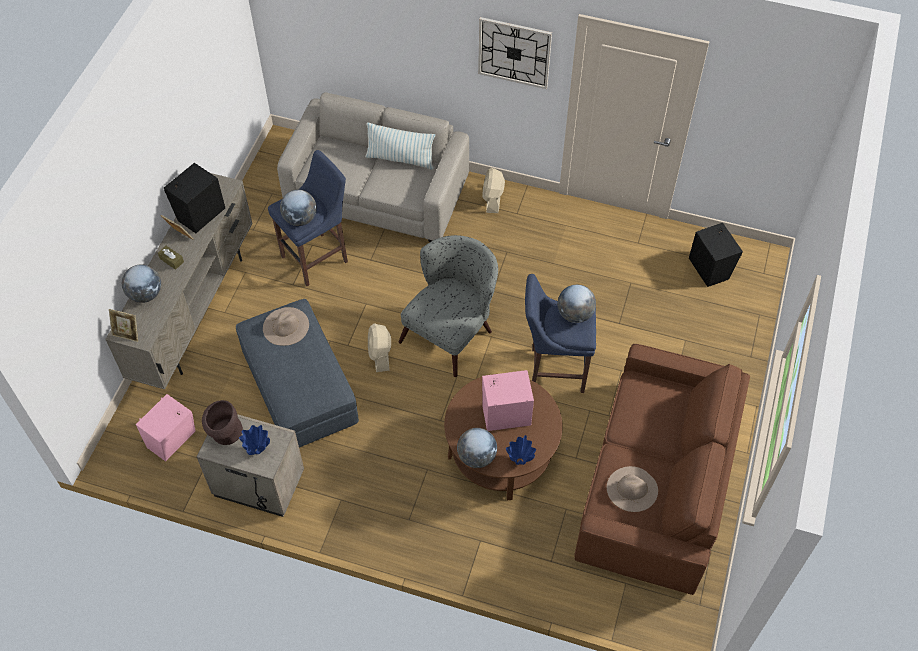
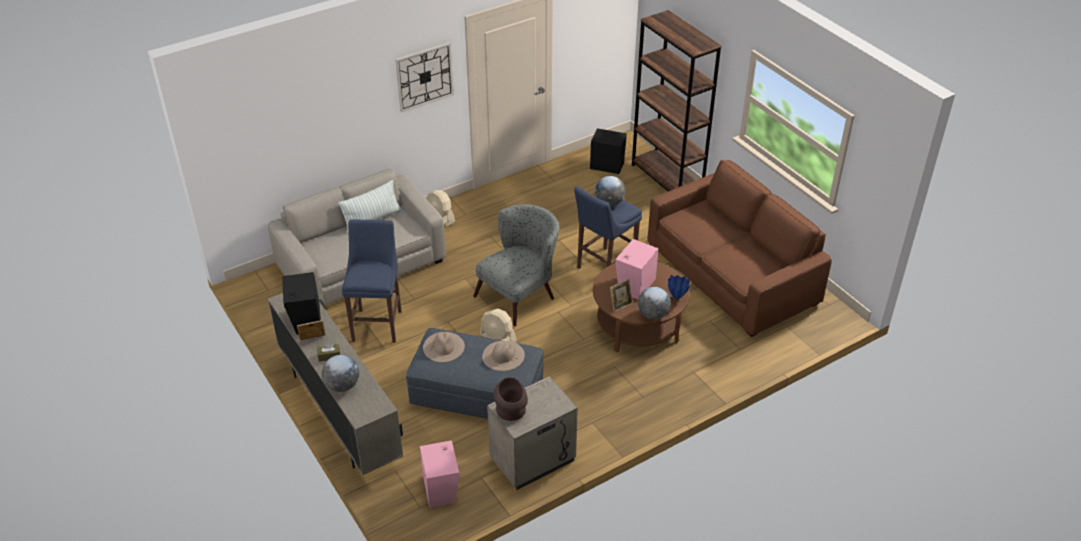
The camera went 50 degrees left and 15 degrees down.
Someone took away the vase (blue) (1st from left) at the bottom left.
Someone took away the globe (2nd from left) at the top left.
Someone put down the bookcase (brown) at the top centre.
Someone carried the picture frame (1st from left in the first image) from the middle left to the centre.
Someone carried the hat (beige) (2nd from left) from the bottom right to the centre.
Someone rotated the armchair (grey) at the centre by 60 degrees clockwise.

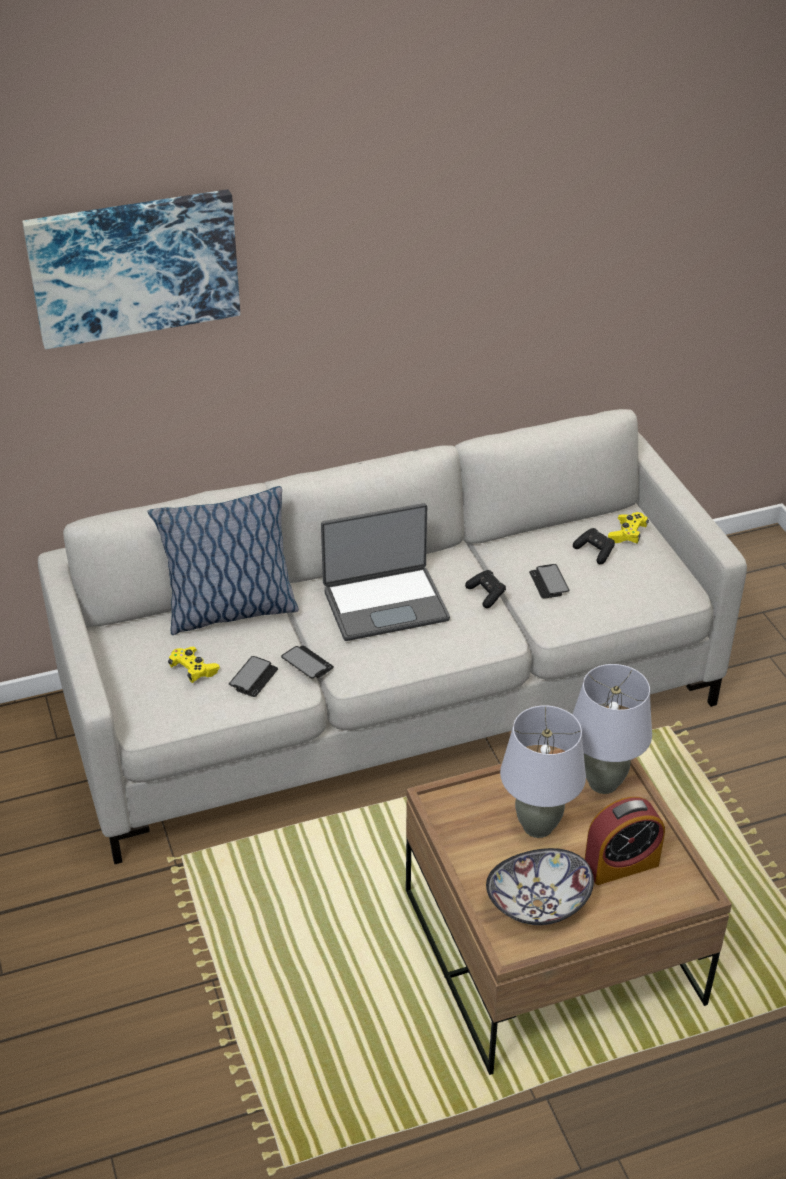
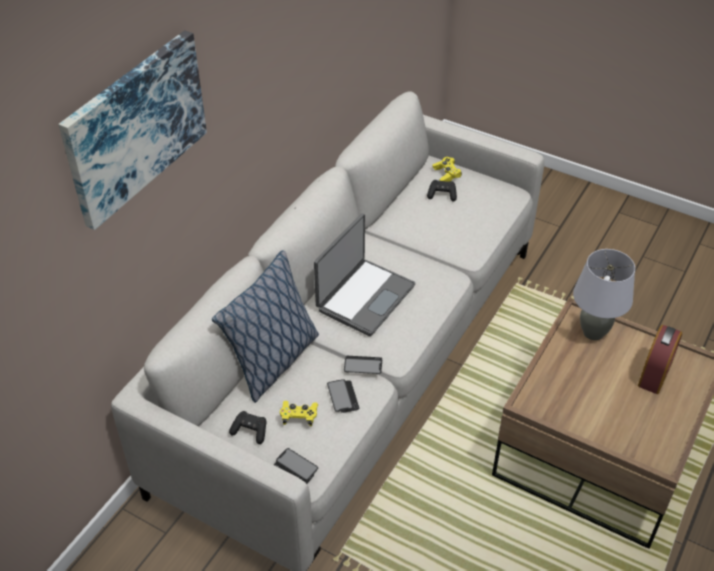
The camera went 40 degrees left and 5 degrees up.
Someone took away the bowl at the bottom right.
Someone took away the table lamp (grey) (1st from left) at the middle right.
Someone carried the game controller (black) (1st from left) from the centre to the bottom centre.
Someone carried the phone (3rd from left in the first image) from the middle right to the bottom centre.

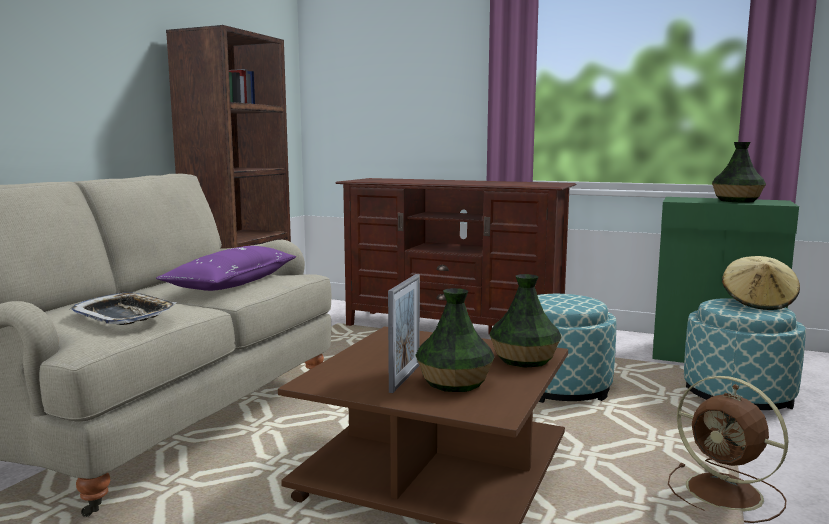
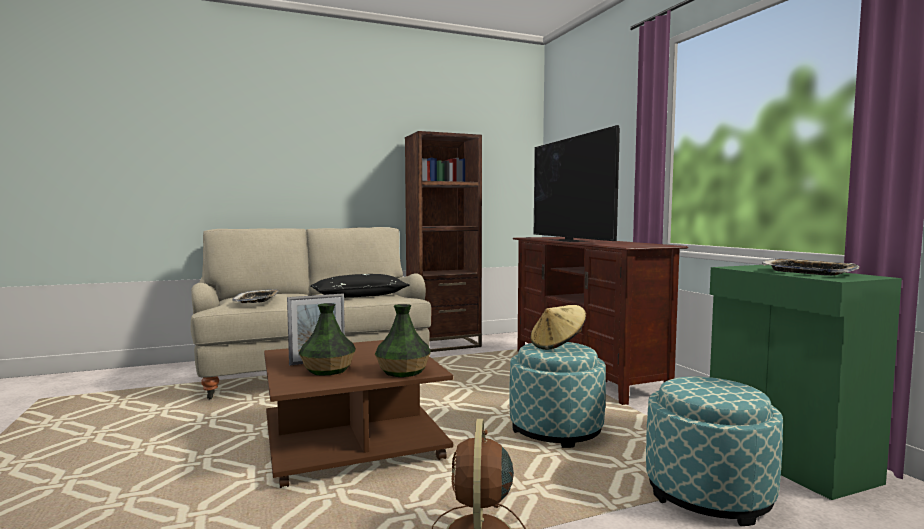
The camera went 45 degrees right and 5 degrees down.
Someone put down the television at the centre.
Someone carried the hat (beige) from the middle right to the centre.
Someone swapped the vase (3rd from left) at the top right for the tray (2nd from left) at the middle right.
Someone repainted the pillow (purple) at the middle left, which became the pillow (black) at the centre.

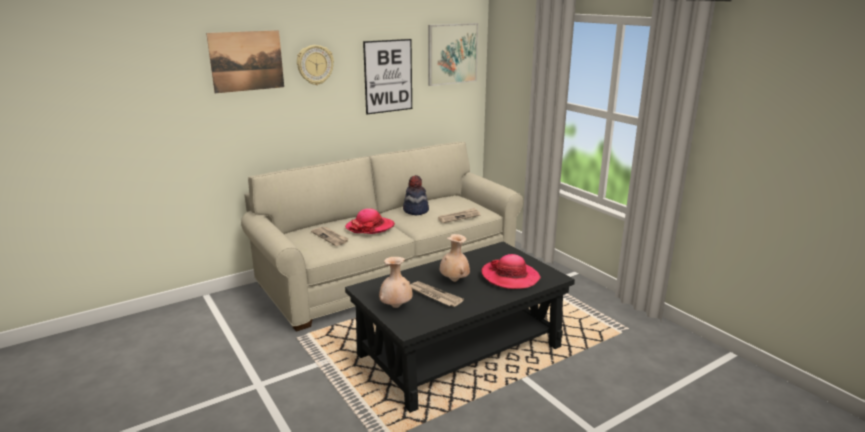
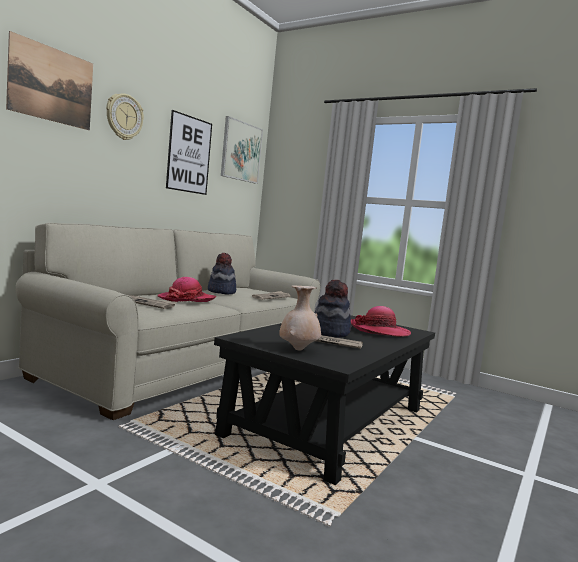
The camera went 25 degrees left and 15 degrees down.
Someone swapped the vase (beige) (2nd from left) at the centre for the hat (3rd from left) at the centre.

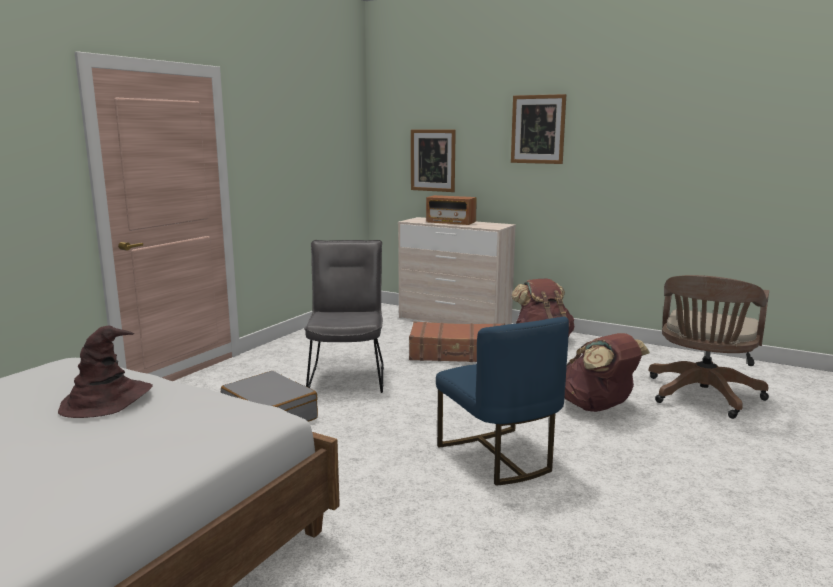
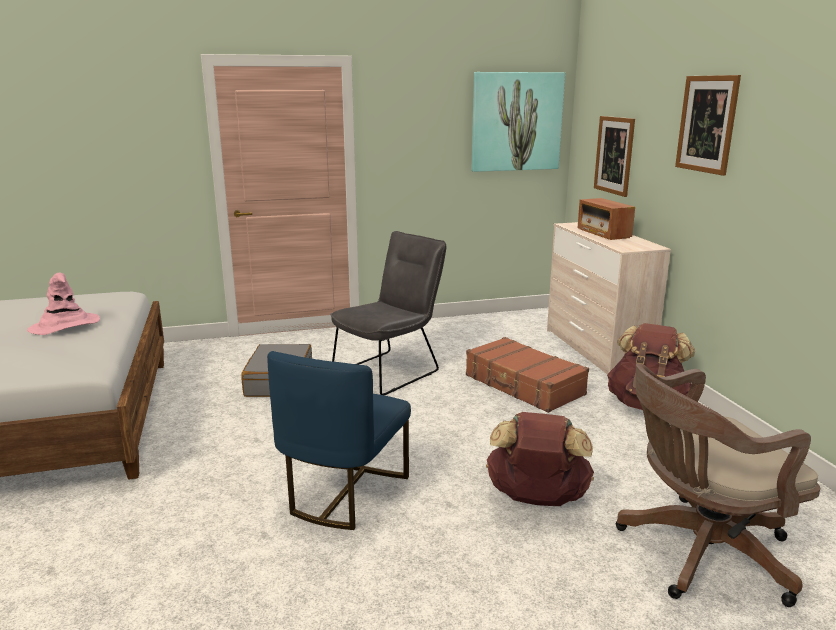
The camera went 45 degrees right and 5 degrees up.
Someone put up the picture (1st from left) at the top centre.
Someone repainted the hat (brown) at the middle left, which became the hat (pink) at the middle left.

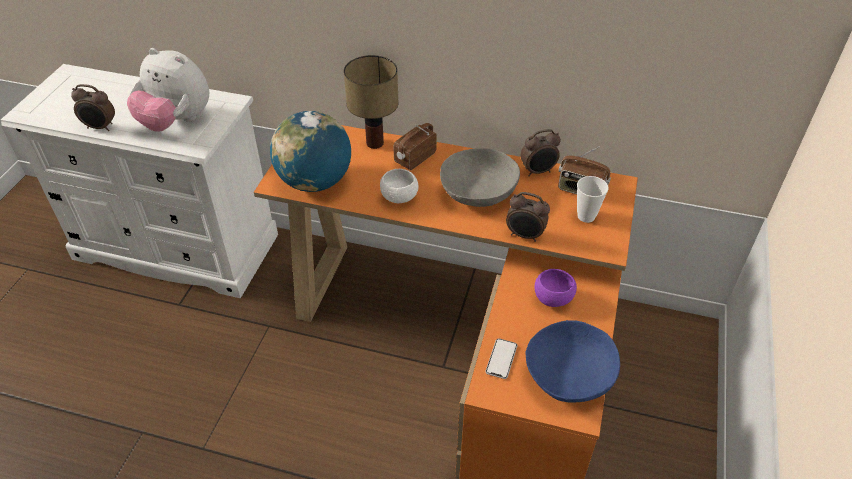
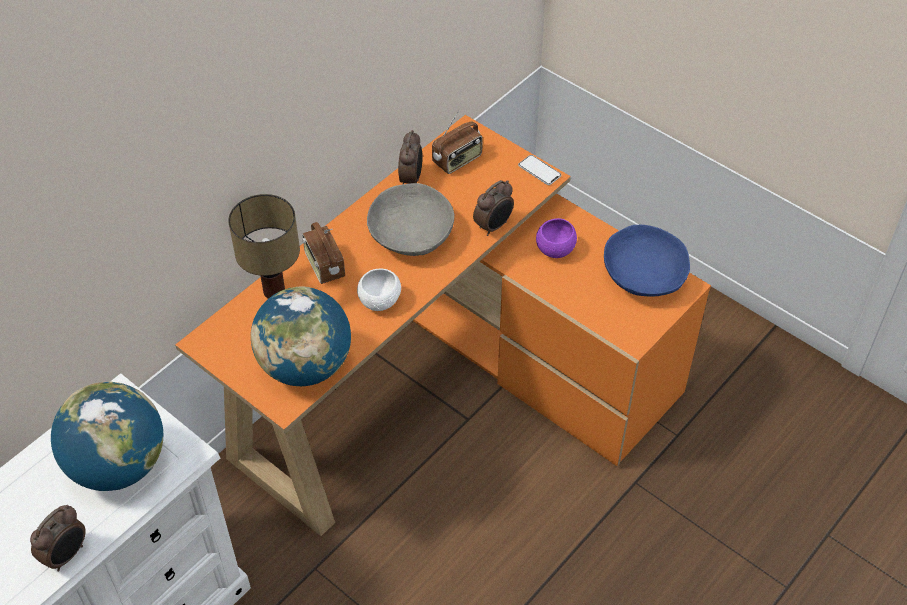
The camera went 65 degrees left and 5 degrees up.
Someone took away the cup at the middle right.
Someone carried the phone from the bottom centre to the top centre.
Someone swapped the plush toy at the top left for the globe (1st from left) at the bottom left.

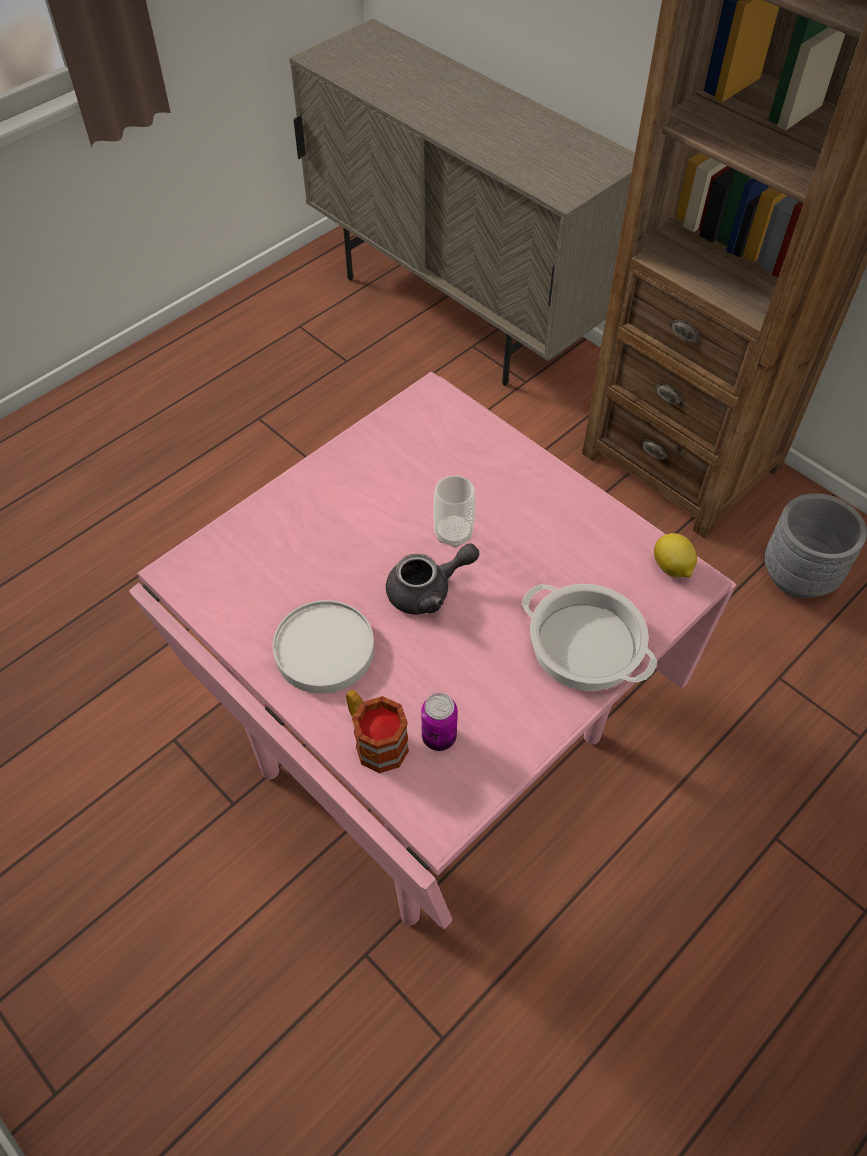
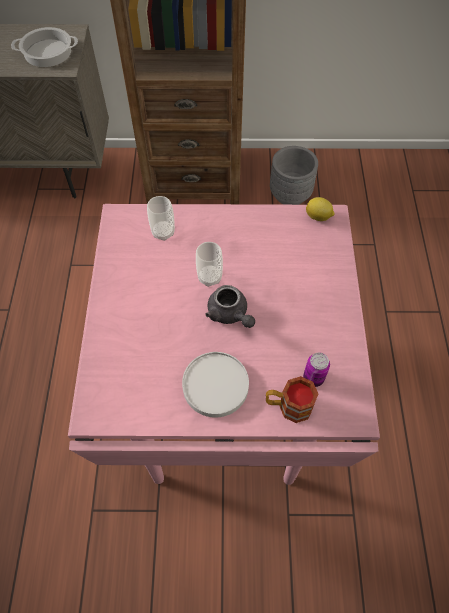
The camera went 45 degrees left and 5 degrees up.
Someone put down the cup (1st from left) at the centre.
Someone carried the cooking pot from the middle right to the top left.
Someone rotated the teapot (grey) at the centre by 120 degrees clockwise.

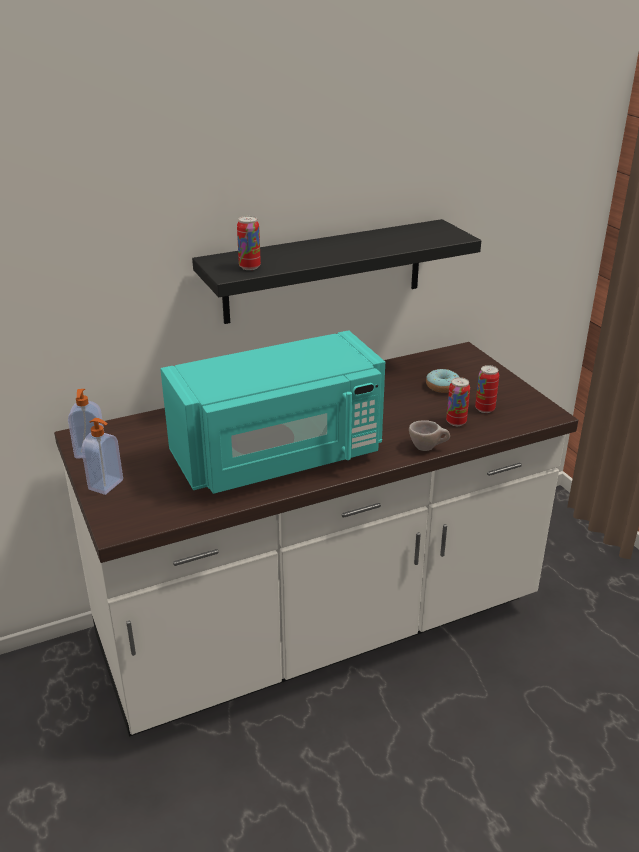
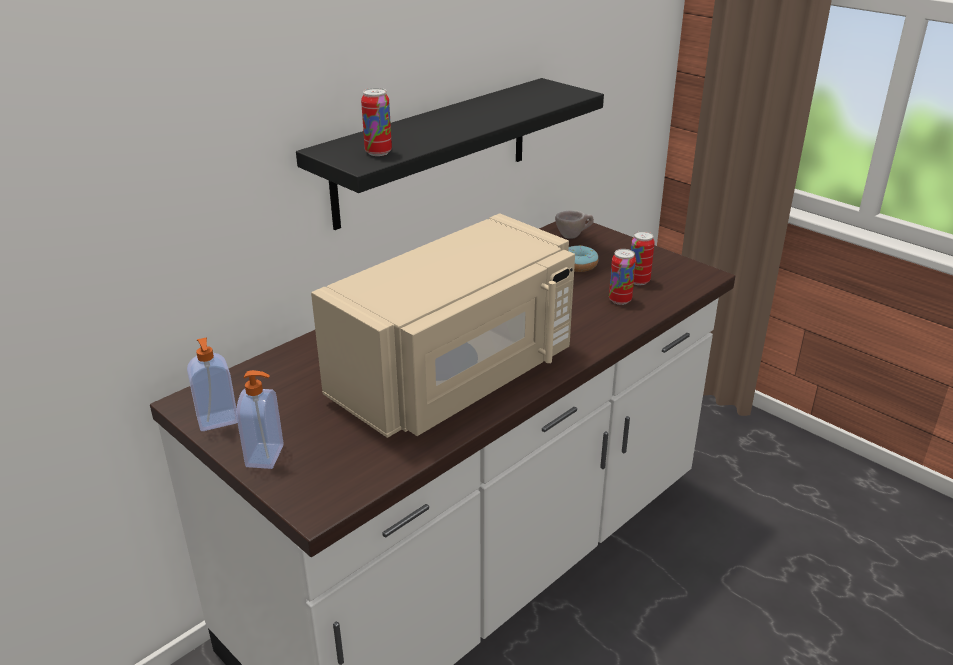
The camera went 20 degrees left and 0 degrees up.
Someone carried the cup (beige) from the middle right to the centre.
Someone repainted the microwave (turquoise) at the centre, which became the microwave (beige) at the centre.

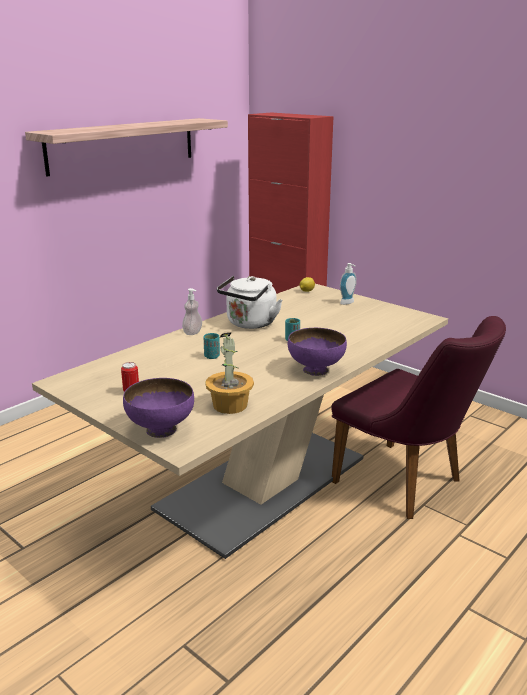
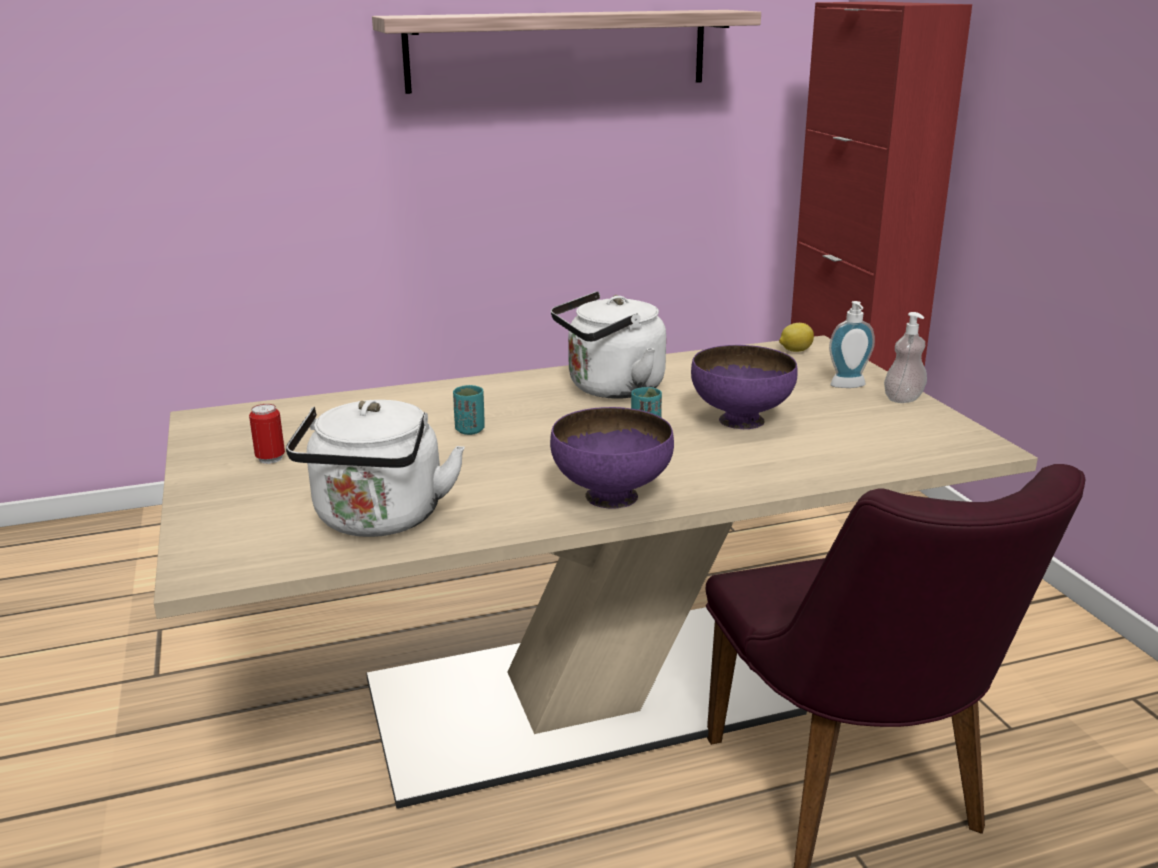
The camera went 30 degrees right and 0 degrees up.
Someone carried the bowl (purple) (1st from left in the first image) from the middle left to the centre.
Someone carried the soap dispenser (1st from left in the first image) from the centre to the middle right.
Someone swapped the potted plant at the centre for the kettle (white) (1st from left) at the middle left.

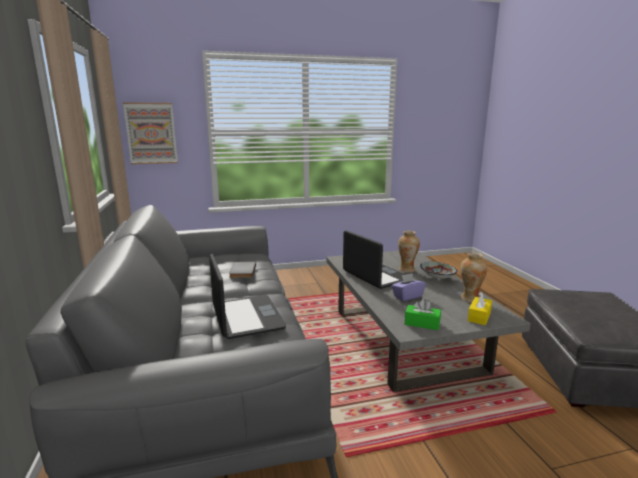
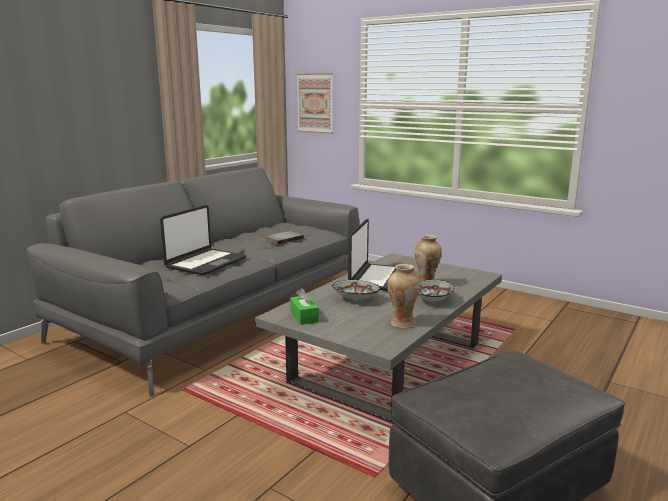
The camera went 50 degrees right and 0 degrees up.
Someone took away the tissue box (yellow) at the middle right.
Someone swapped the tissue box (purple) at the centre for the bowl (1st from left) at the centre.

